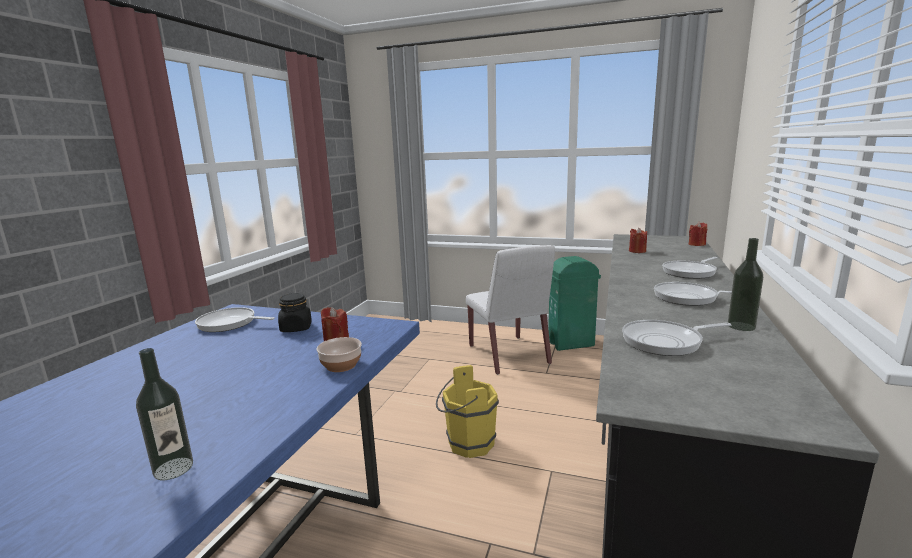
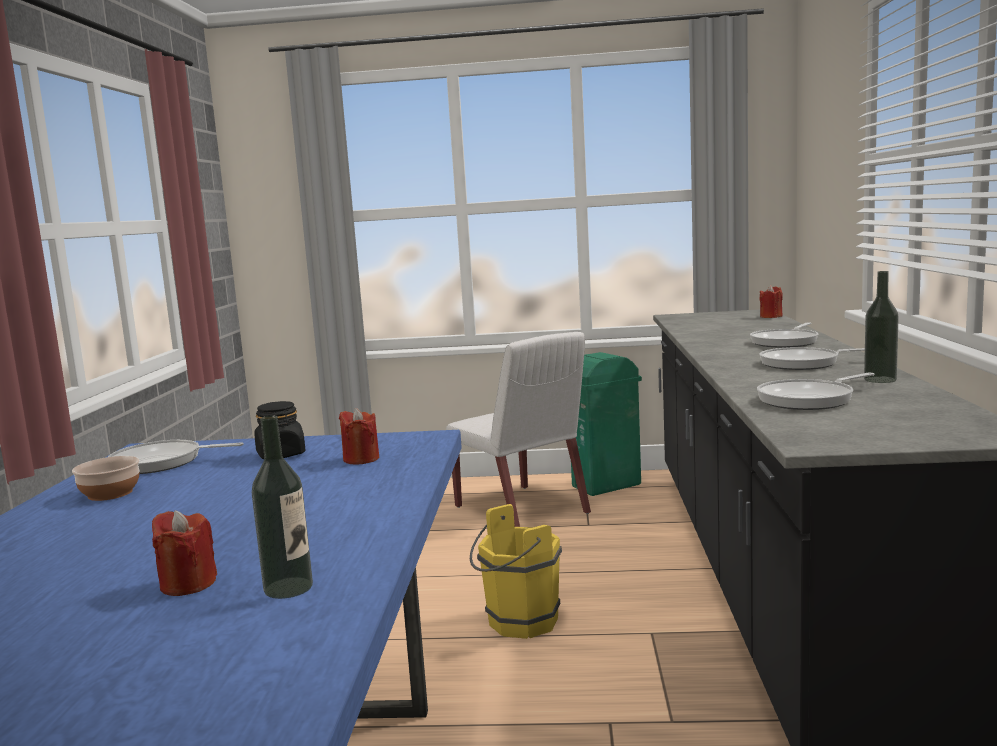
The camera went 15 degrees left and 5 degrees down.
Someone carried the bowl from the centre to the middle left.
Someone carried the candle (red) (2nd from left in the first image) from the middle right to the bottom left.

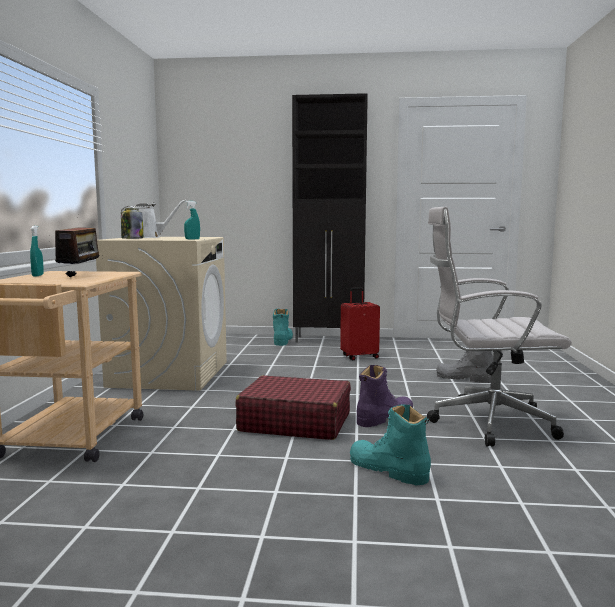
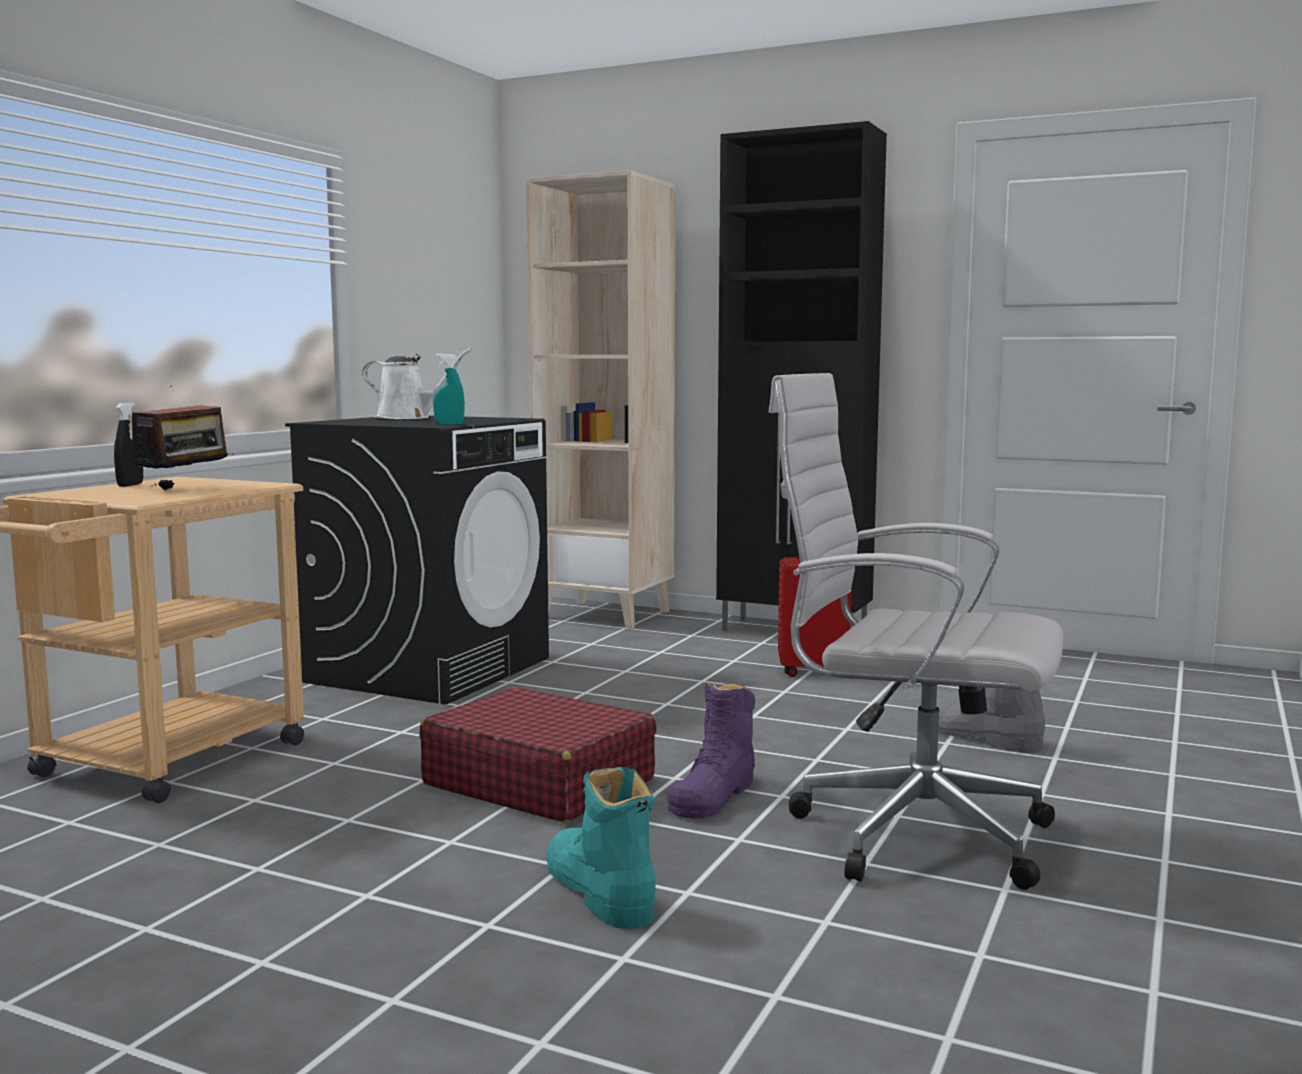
The camera went 20 degrees right and 0 degrees up.
Someone took away the jar at the middle left.
Someone took away the boot (turquoise) (1st from left) at the centre.
Someone put down the bookcase (beige) at the centre.
Someone repainted the spray bottle (turquoise) (1st from left) at the middle left, which became the spray bottle (black) at the middle left.
Someone repainted the washing machine (beige) at the middle left, which became the washing machine (black) at the middle left.
Someone rotated the boot (purple) at the centre by 135 degrees clockwise.

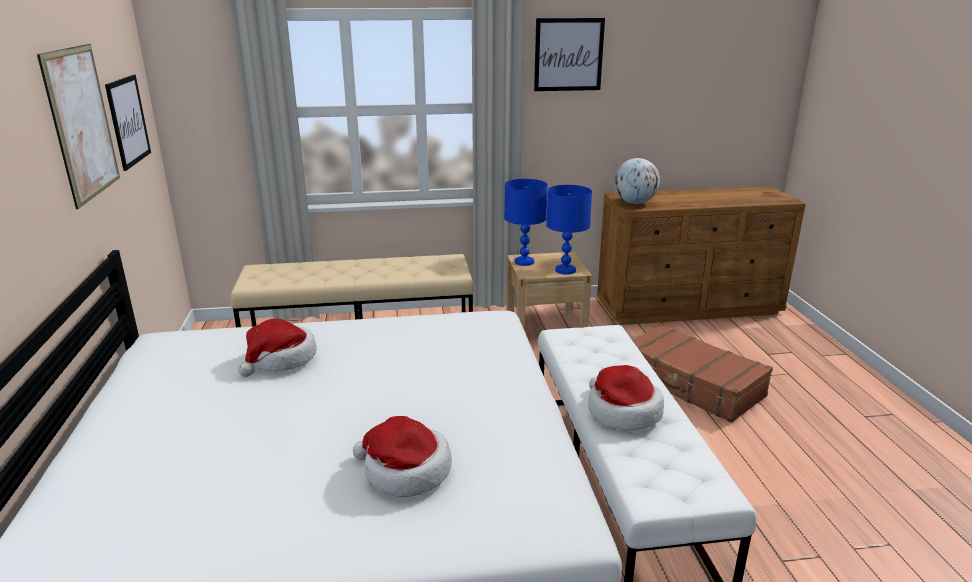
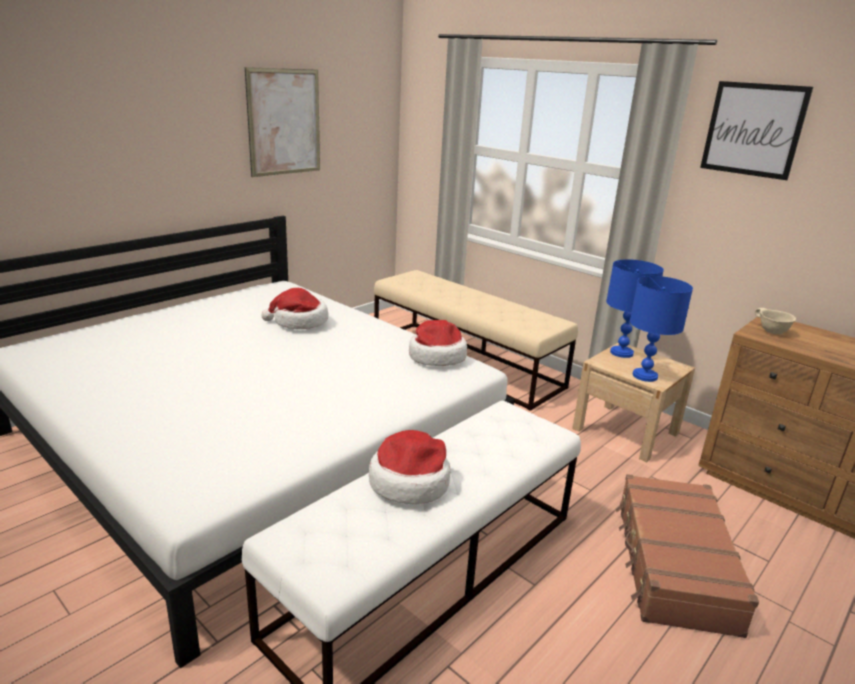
The camera went 50 degrees right and 0 degrees up.
Someone took away the picture (2nd from left) at the top left.
Someone carried the hat (2nd from left in the first image) from the bottom centre to the centre.
Someone swapped the globe at the top centre for the bowl (beige) at the middle right.

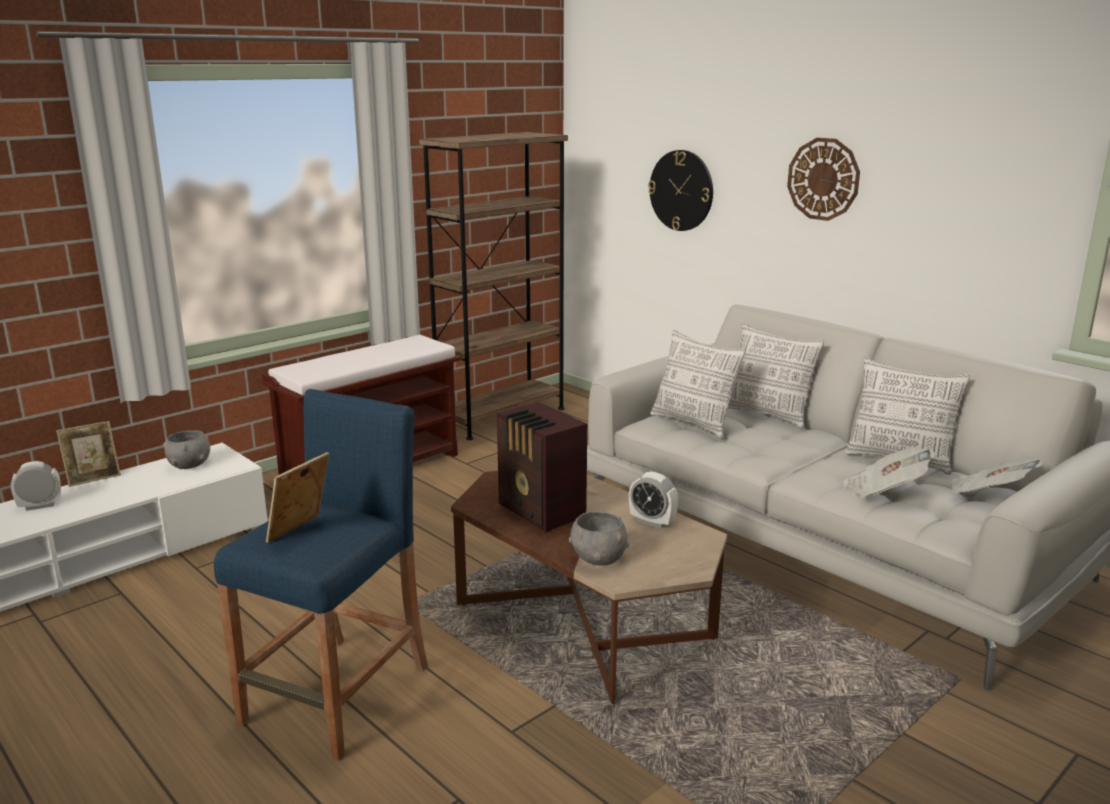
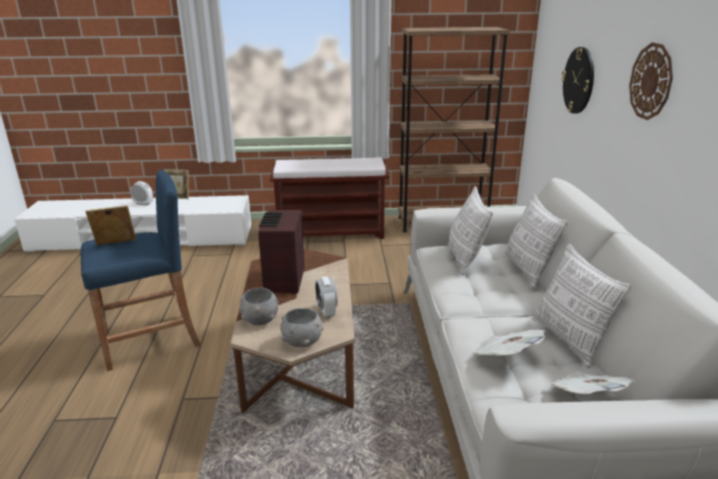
The camera went 40 degrees right and 5 degrees up.
Someone carried the bowl (grey) (1st from left in the first image) from the middle left to the bottom centre.

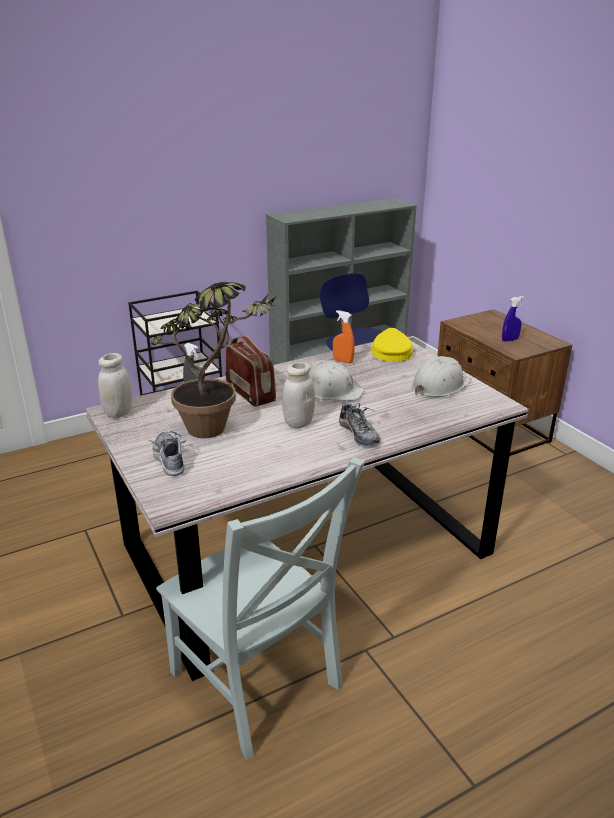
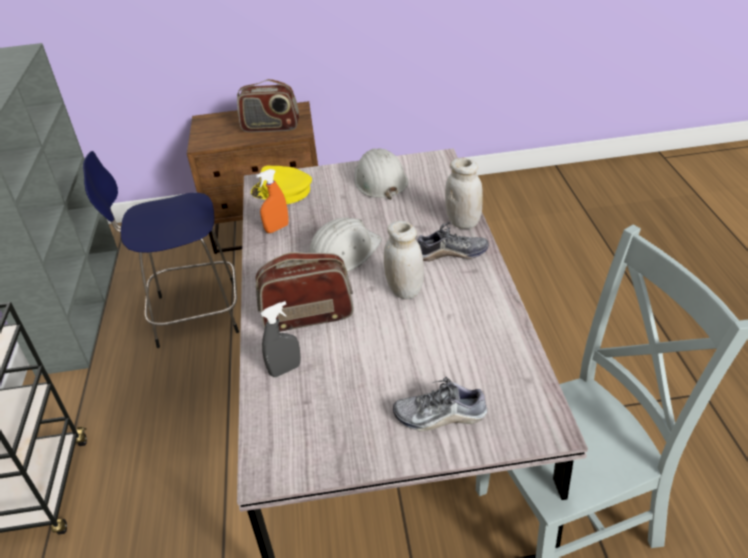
The camera went 65 degrees left and 10 degrees up.
Someone took away the potted plant at the centre.
Someone carried the jar (white) (1st from left in the first image) from the middle left to the centre.
Someone swapped the spray bottle (blue) at the middle right for the radio (1st from left) at the top centre.

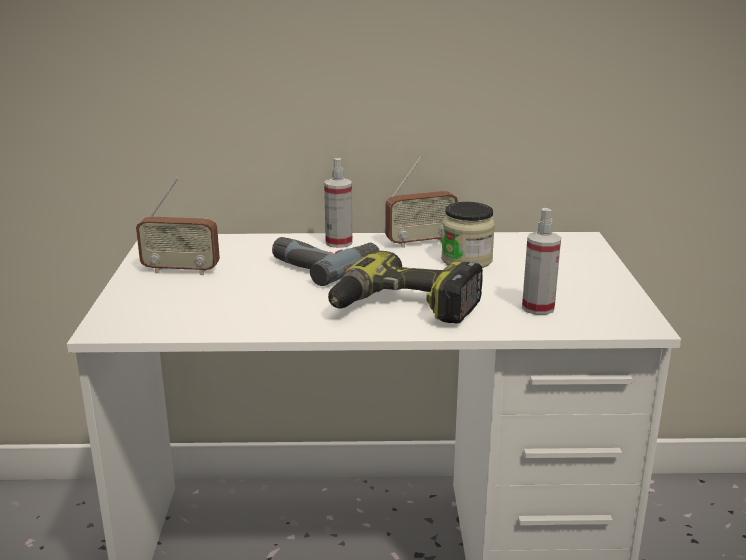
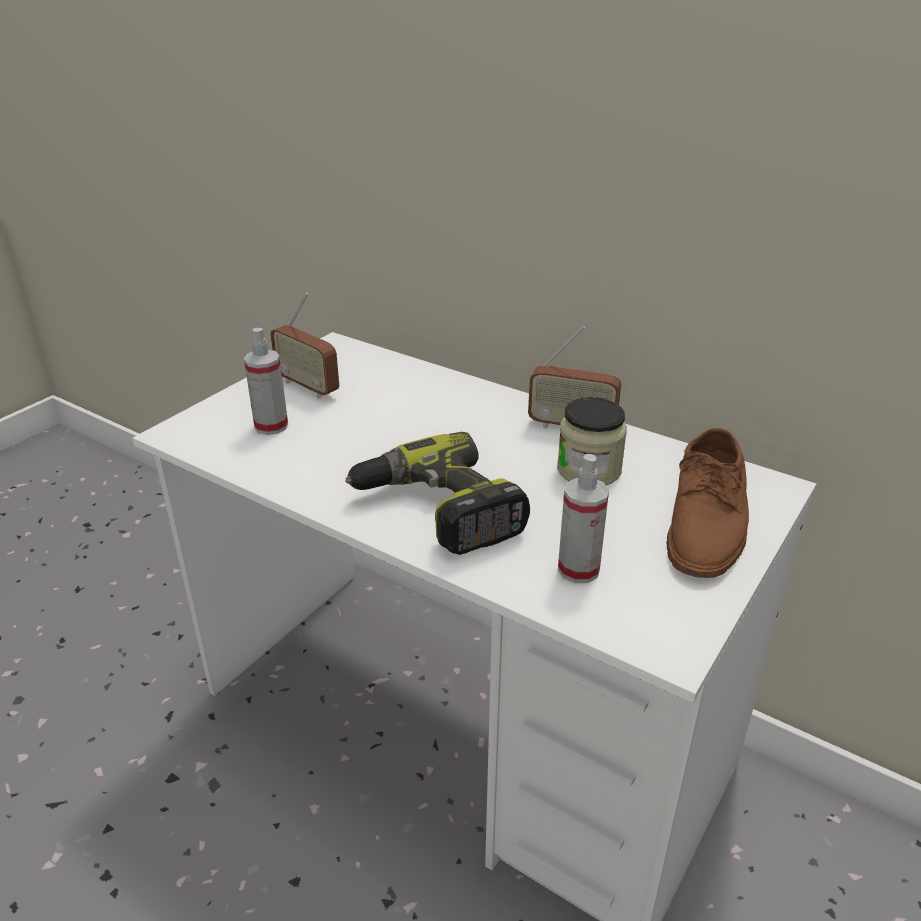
The camera went 35 degrees right and 10 degrees up.
Someone took away the power drill (1st from left) at the centre.
Someone put down the shoe (brown) at the middle right.
Someone carried the spray bottle (1st from left) from the centre to the middle left.

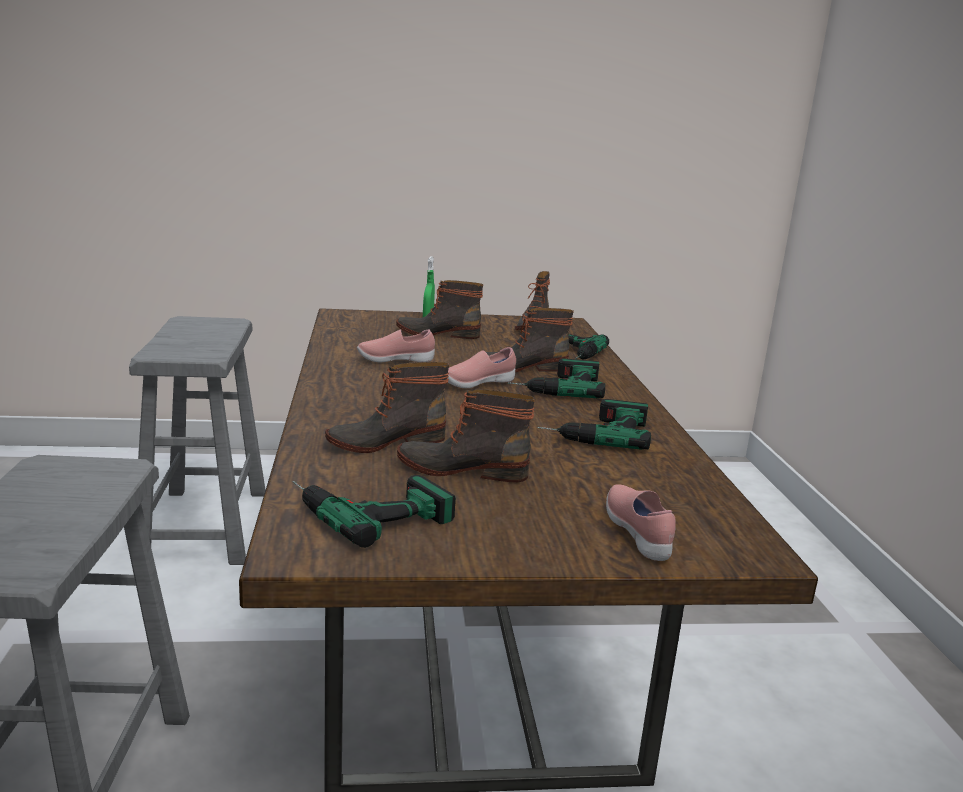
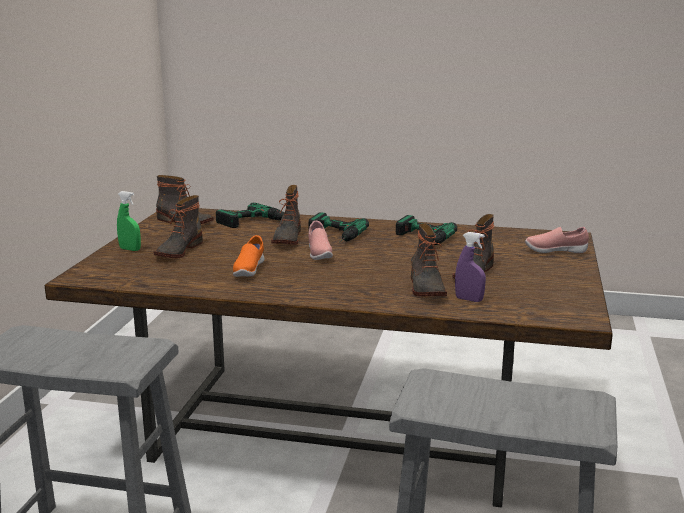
The camera went 70 degrees left and 0 degrees up.
Someone took away the power drill (1st from left) at the centre.
Someone put down the spray bottle (purple) at the middle right.
Someone repainted the shoe (pink) (1st from left) at the centre, which became the shoe (orange) at the centre.

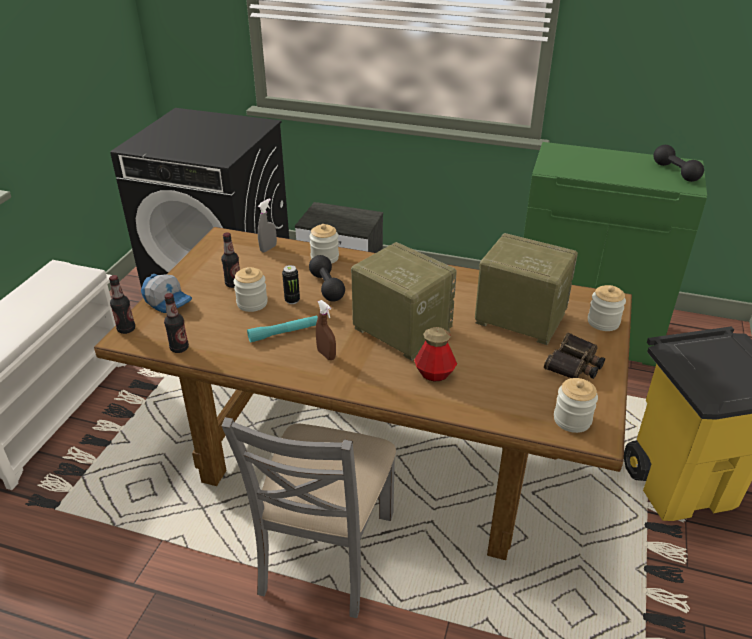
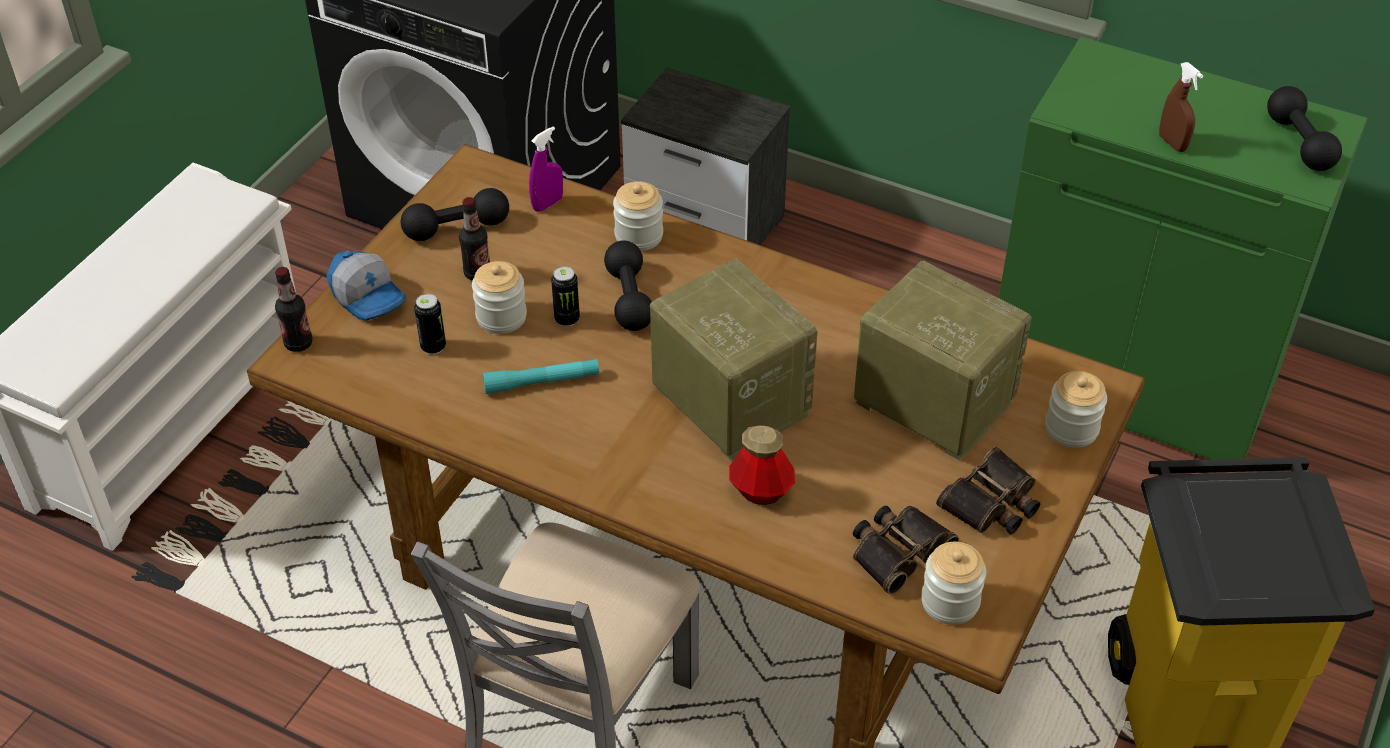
The camera went 10 degrees right and 10 degrees up.
Someone took away the bottle (2nd from left) at the middle left.
Someone put down the dumbbell (black) (1st from left) at the top left.
Someone put down the can (1st from left) at the middle left.
Someone put down the binoculars (1st from left) at the bottom centre.
Someone carried the spray bottle (brown) from the centre to the top right.
Someone repainted the spray bottle (grey) at the centre, which became the spray bottle (purple) at the top centre.

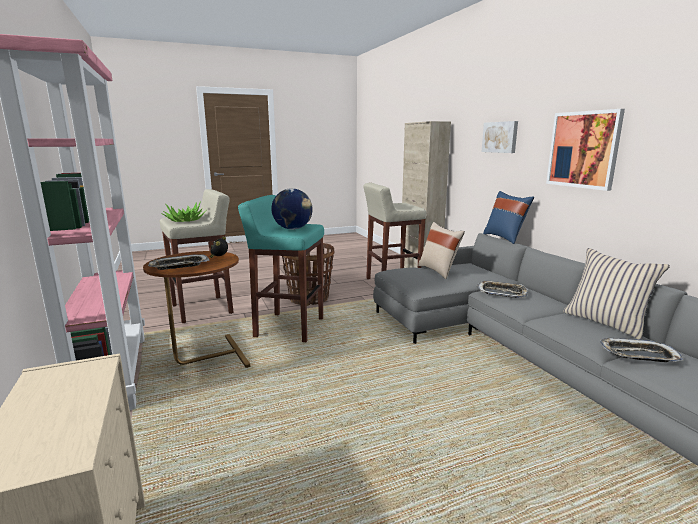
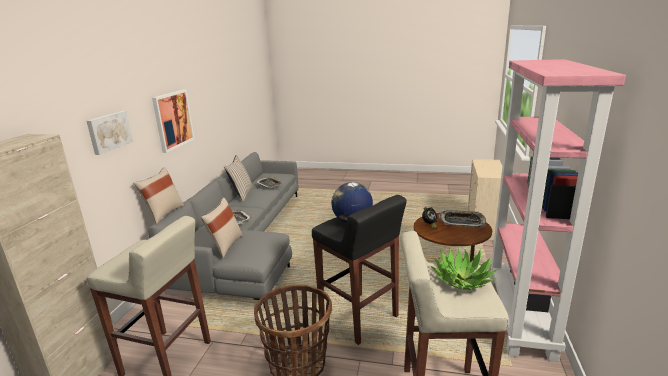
The camera went 145 degrees left and 5 degrees up.
Someone repainted the stool (turquoise) at the centre, which became the stool (black) at the bottom centre.
Someone repainted the pillow (blue) at the middle right, which became the pillow (beige) (1st from left) at the middle left.

